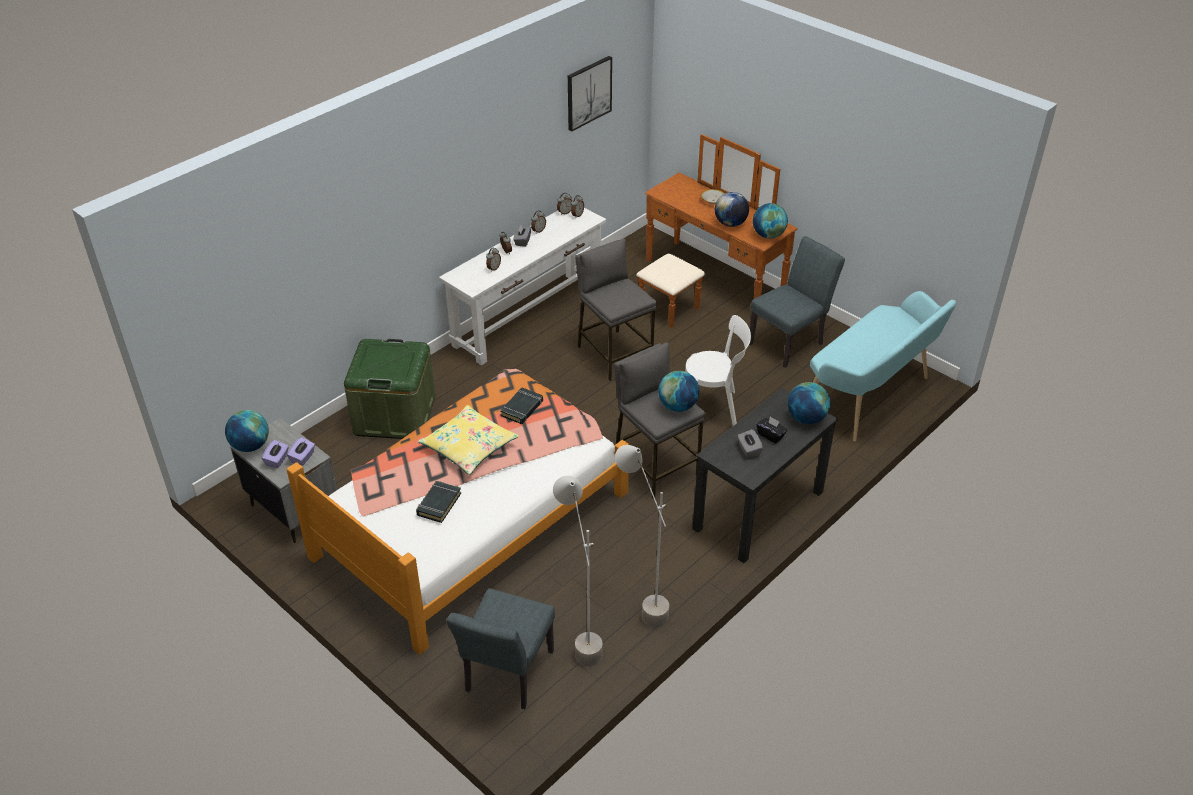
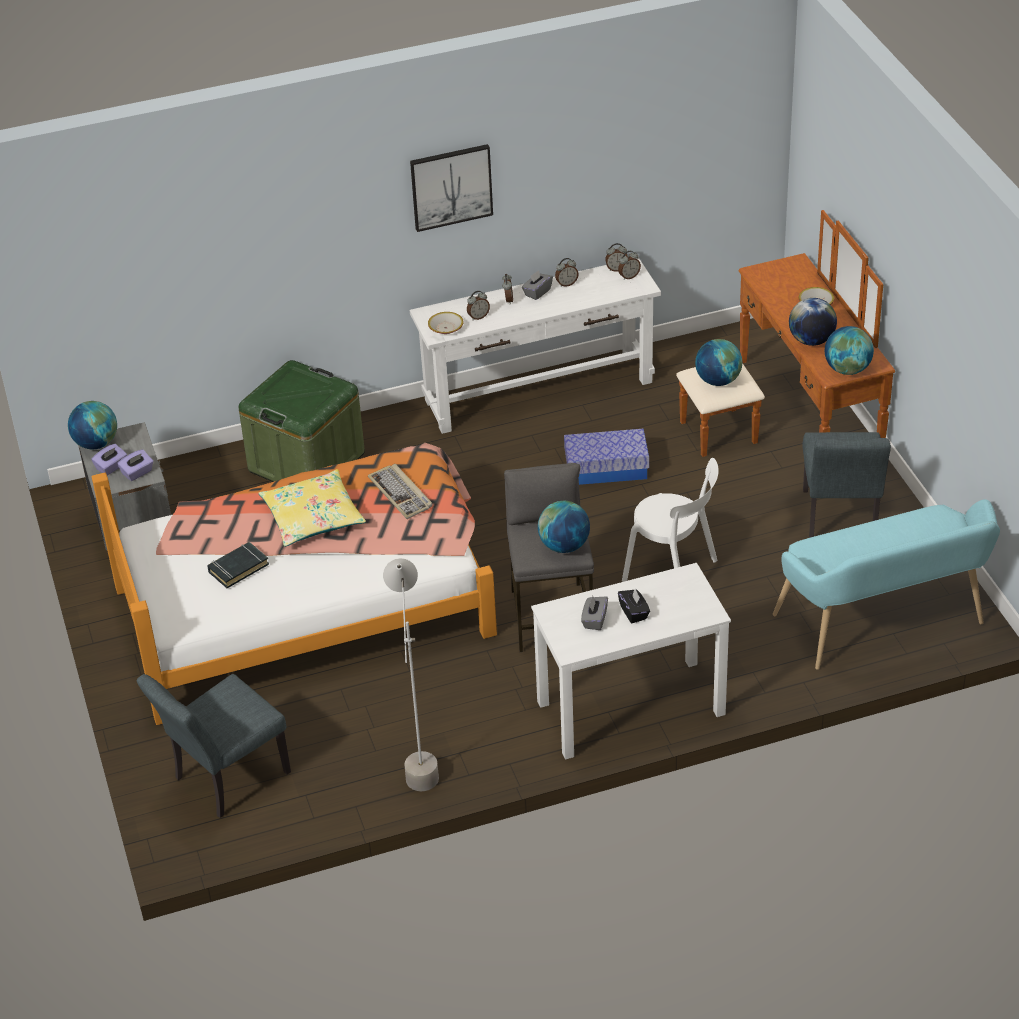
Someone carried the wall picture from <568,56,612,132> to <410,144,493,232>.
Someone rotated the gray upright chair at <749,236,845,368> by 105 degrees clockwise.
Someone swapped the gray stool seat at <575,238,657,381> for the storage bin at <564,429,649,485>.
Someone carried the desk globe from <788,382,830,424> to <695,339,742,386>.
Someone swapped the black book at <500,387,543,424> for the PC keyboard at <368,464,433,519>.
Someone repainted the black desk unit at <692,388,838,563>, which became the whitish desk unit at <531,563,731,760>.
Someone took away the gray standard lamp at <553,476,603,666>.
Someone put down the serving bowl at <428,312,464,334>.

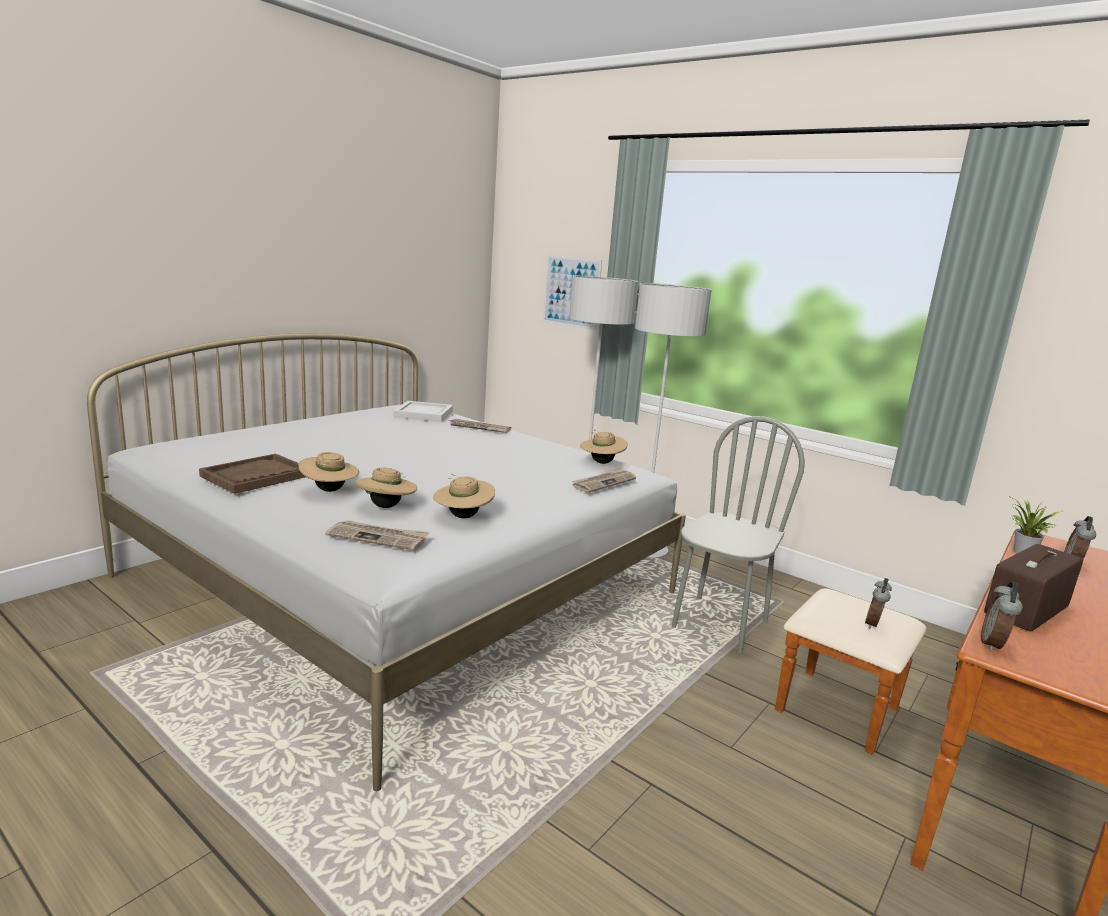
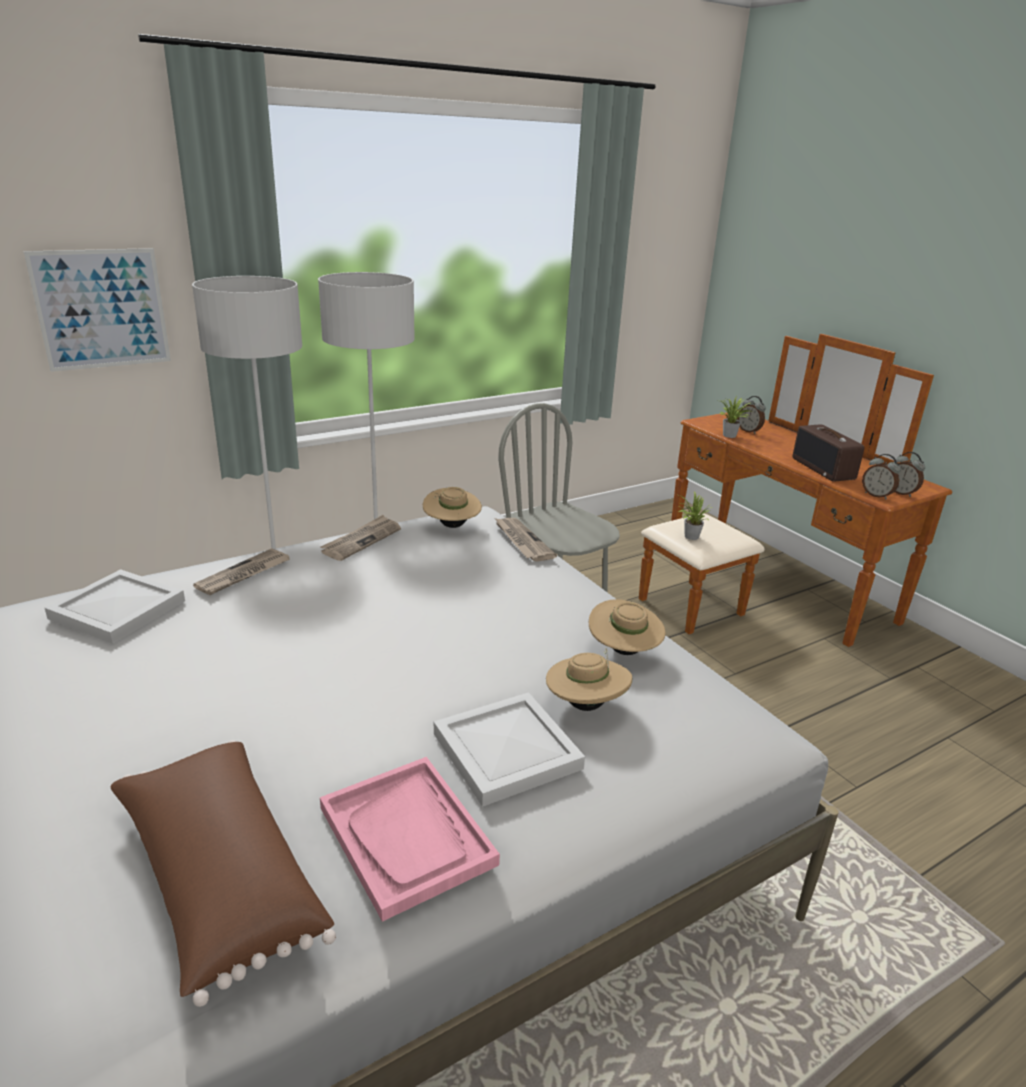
Someone swapped the beige wearable hat at <298,452,359,492> for the whitish carrying tray at <434,692,585,807>.
Someone repainted the brownish carrying tray at <199,454,305,494>, which became the pink-coloured carrying tray at <320,757,500,922>.
Someone carried the daily paper from <325,520,430,551> to <321,515,401,561>.
Someone carried the bedside clock from <865,578,892,629> to <894,452,925,497>.
Someone put down the potted plant at <678,491,712,540>.
Someone put down the brownish pillow at <111,740,336,1007>.

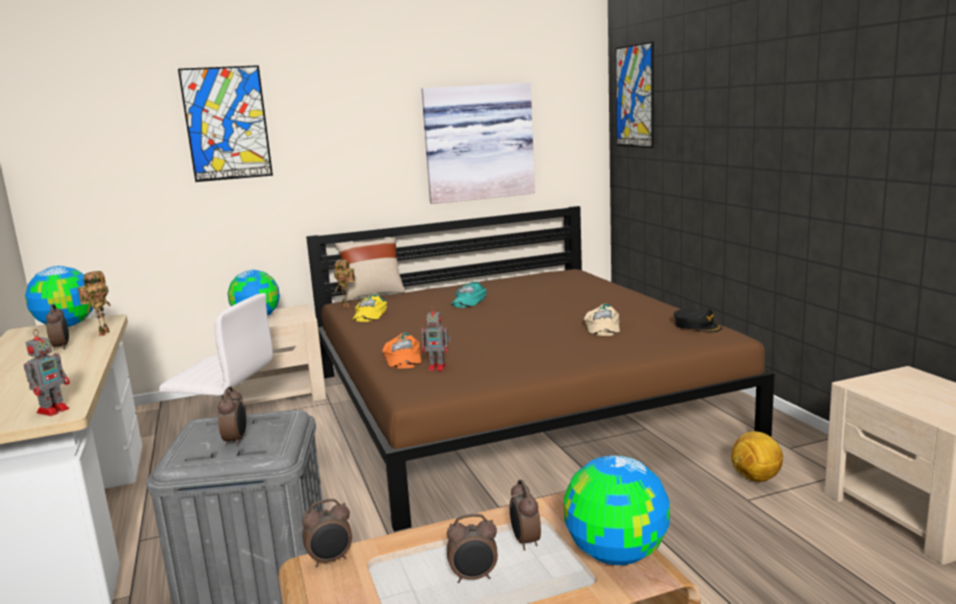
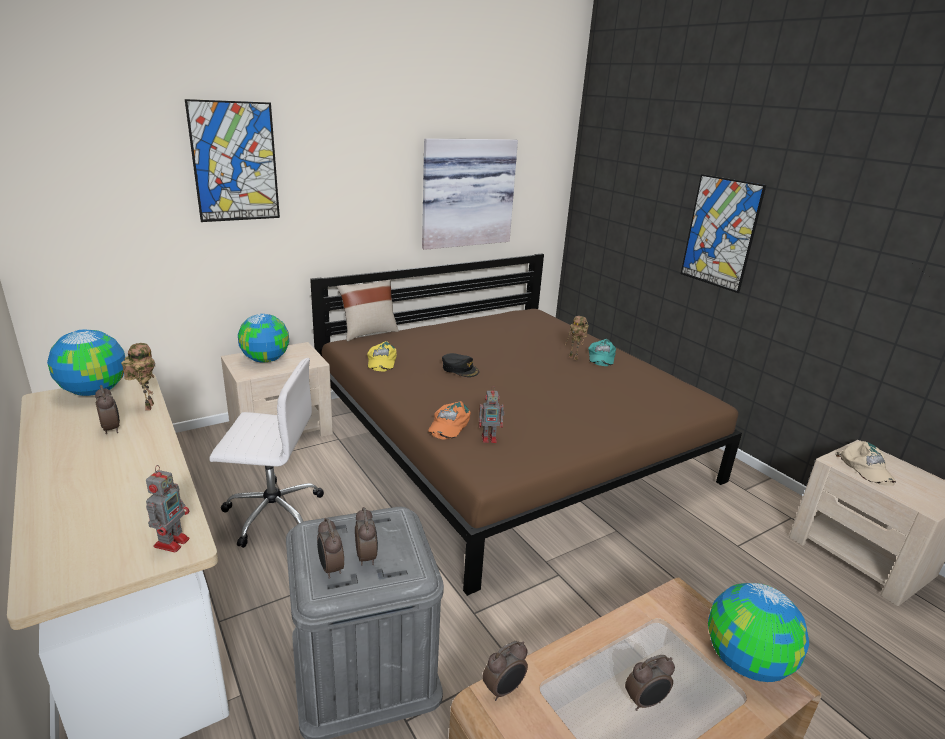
Someone carried the wall picture from <615,42,654,148> to <681,174,766,293>.
Someone carried the robot figure from <334,260,355,308> to <565,316,589,360>.
Someone carried the turquoise-coloured baseball cap from <451,281,487,308> to <588,339,616,366>.
Someone carried the beige baseball cap from <584,304,620,336> to <835,441,896,486>.
Someone carried the black baseball cap from <674,309,722,332> to <442,353,479,377>.
Someone rotated the orange-coloured baseball cap at <382,332,421,369> by 45 degrees clockwise.
Someone took away the football at <731,431,783,482>.
Someone carried the bedside clock from <510,479,541,551> to <317,518,344,579>.

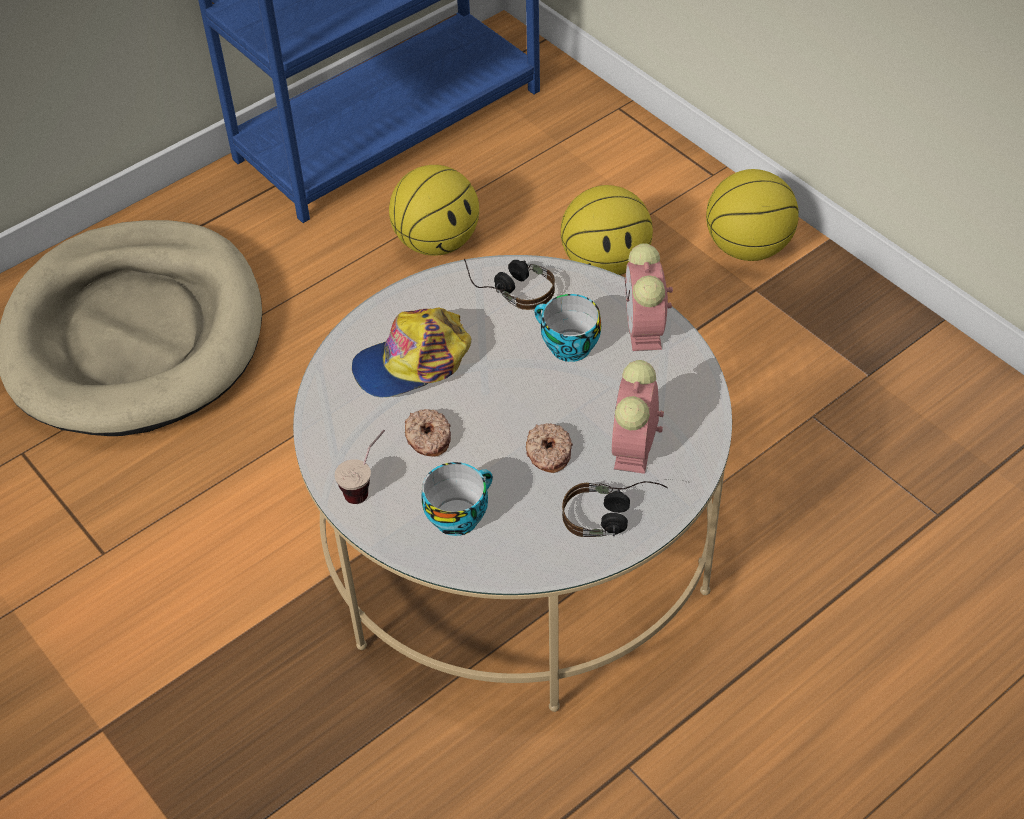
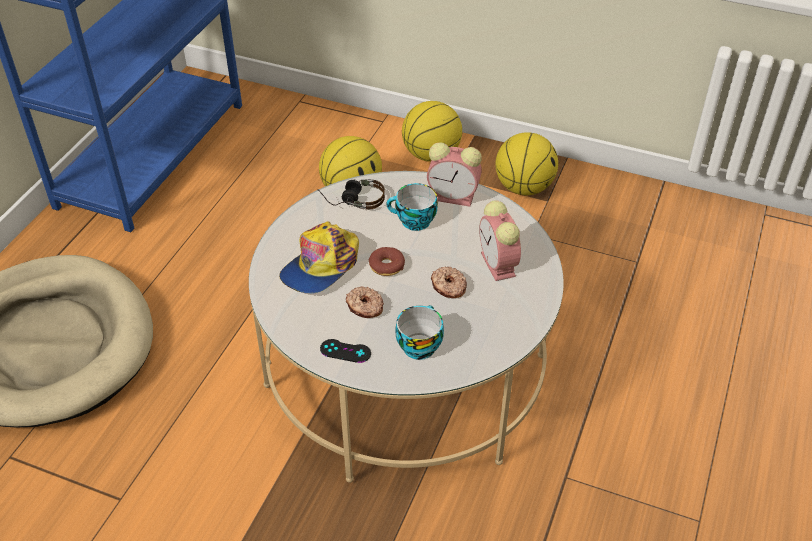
Someone carried the basketball ball from <389,165,479,256> to <495,132,558,195>.
Someone rotated the bedside clock at <625,243,673,351> by 45 degrees counterclockwise.
Someone swapped the drinking cup at <335,430,385,504> for the black gamepad at <320,339,371,363>.
Someone took away the headset at <562,481,668,537>.
Someone put down the ring doughnut at <369,247,405,276>.

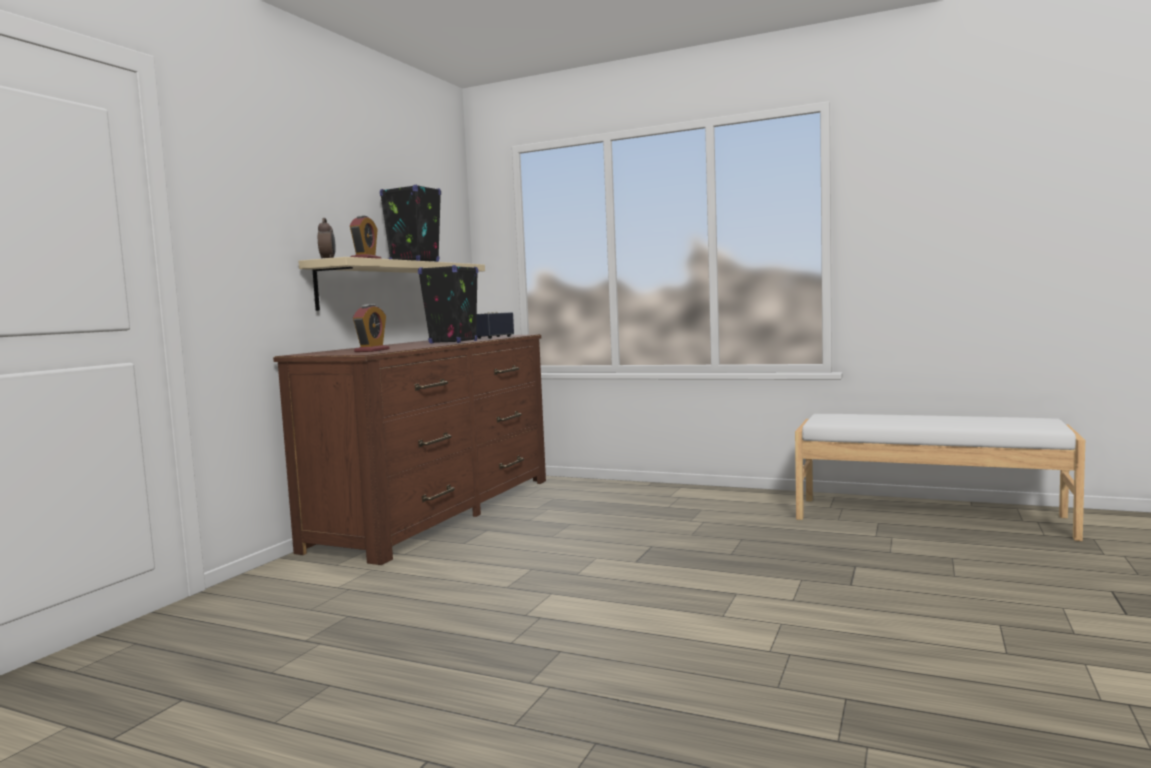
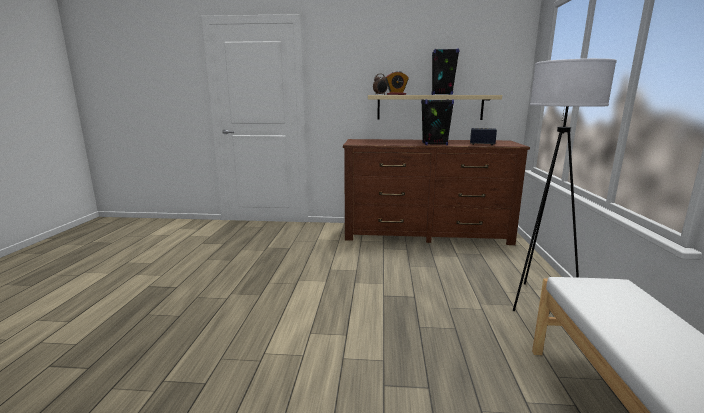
Someone took away the bedside clock at <353,304,389,352>.
Someone put down the whitish standard lamp at <513,58,617,311>.

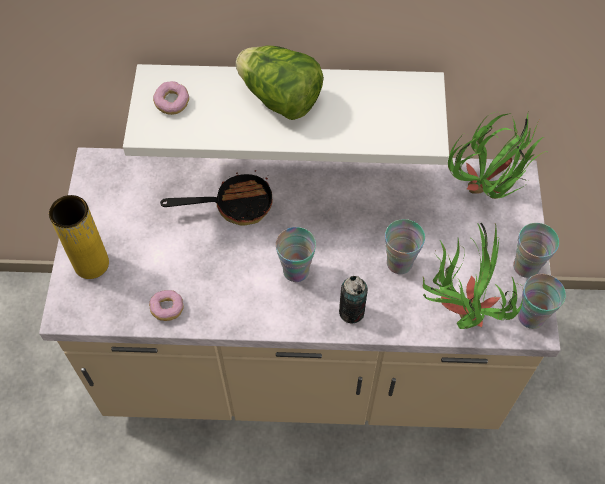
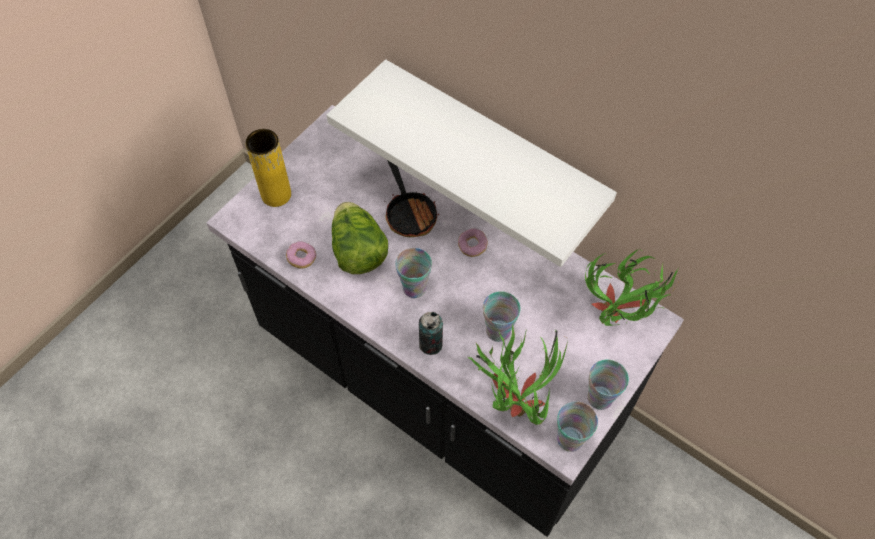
Someone carried the lettuce head from <236,46,324,120> to <332,202,388,274>.
Someone carried the ring doughnut from <153,81,189,115> to <458,228,488,257>.
Someone repainted the beige counter at <39,147,561,429>, which became the black counter at <207,105,684,537>.
Someone rotated the frying pan at <160,170,273,226> by 45 degrees clockwise.

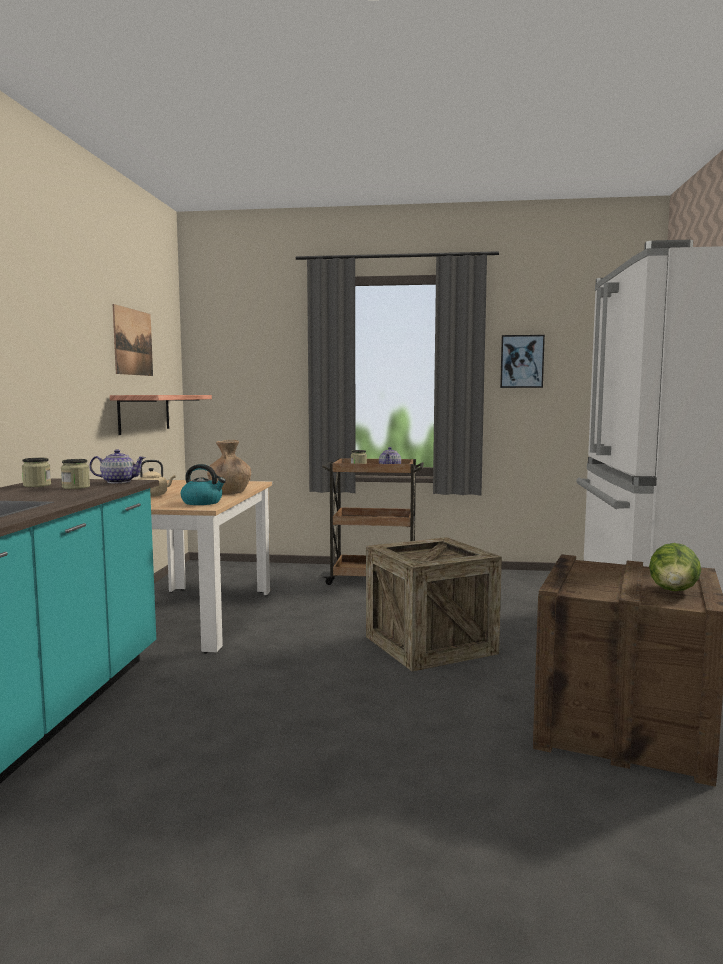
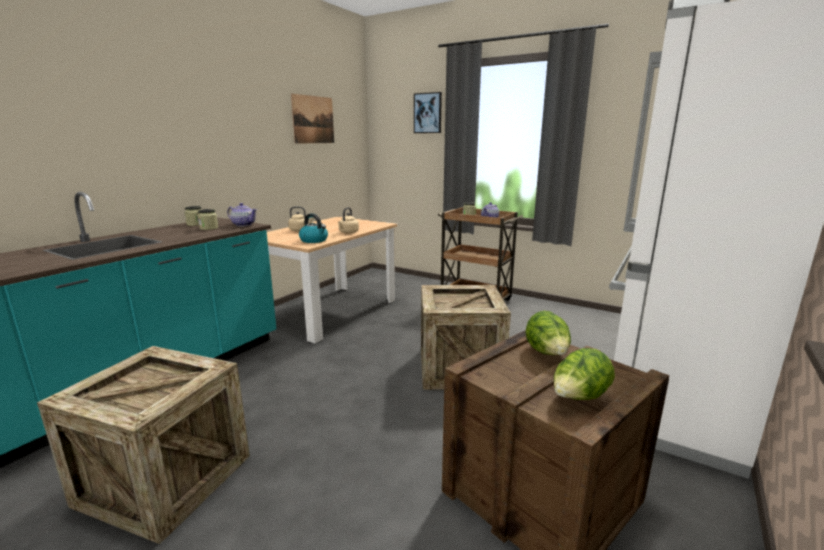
Someone carried the wall picture from <500,335,545,388> to <414,92,442,133>.
Someone took away the shelf at <110,395,212,435>.
Someone swapped the brownish decorative vase at <207,440,251,495> for the beige tea kettle at <338,207,359,234>.
Someone put down the lettuce head at <526,311,571,355>.
Someone put down the crate at <37,346,250,544>.

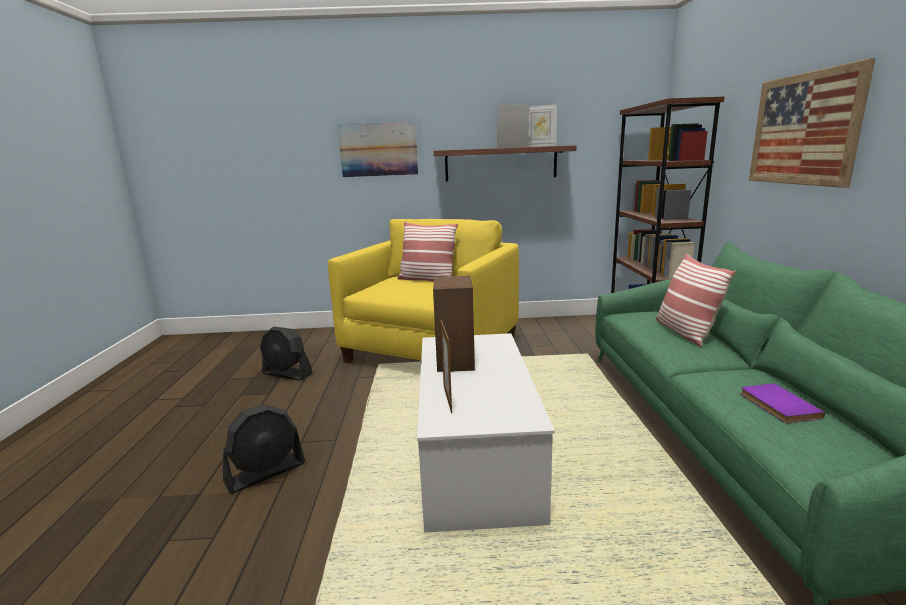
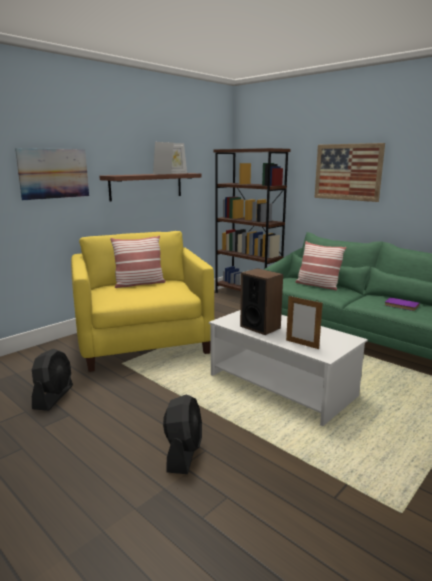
Someone rotated the black cooling fan at <260,326,313,381> by 60 degrees counterclockwise.

